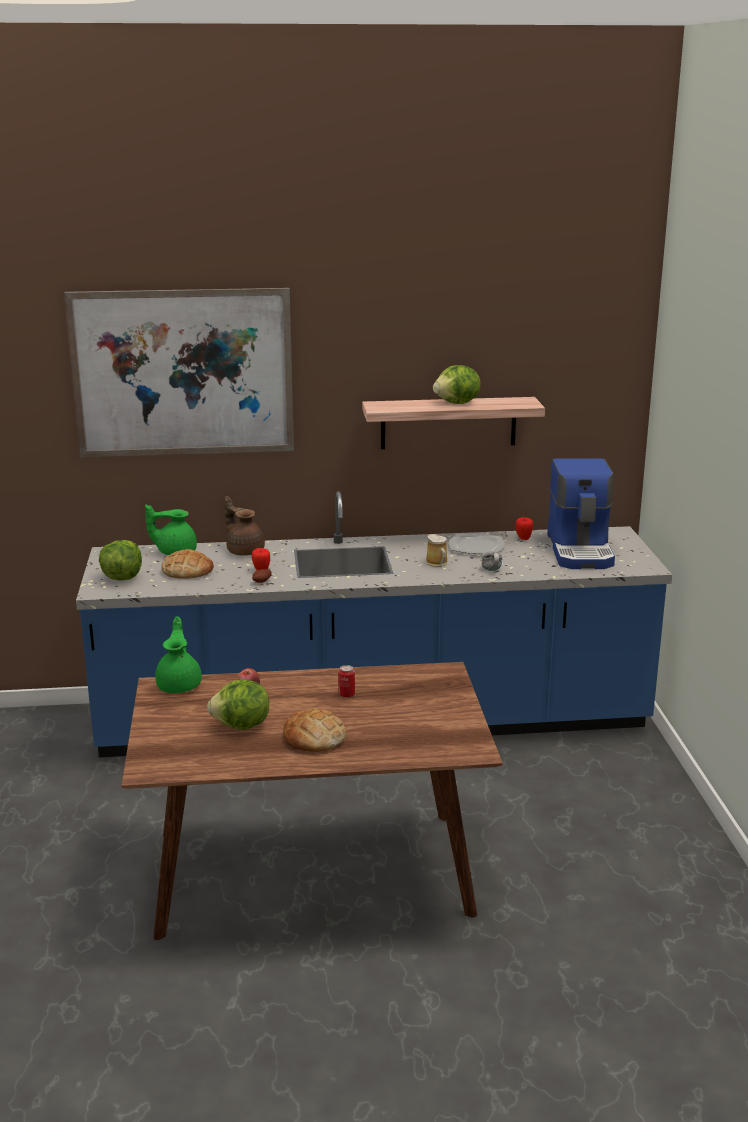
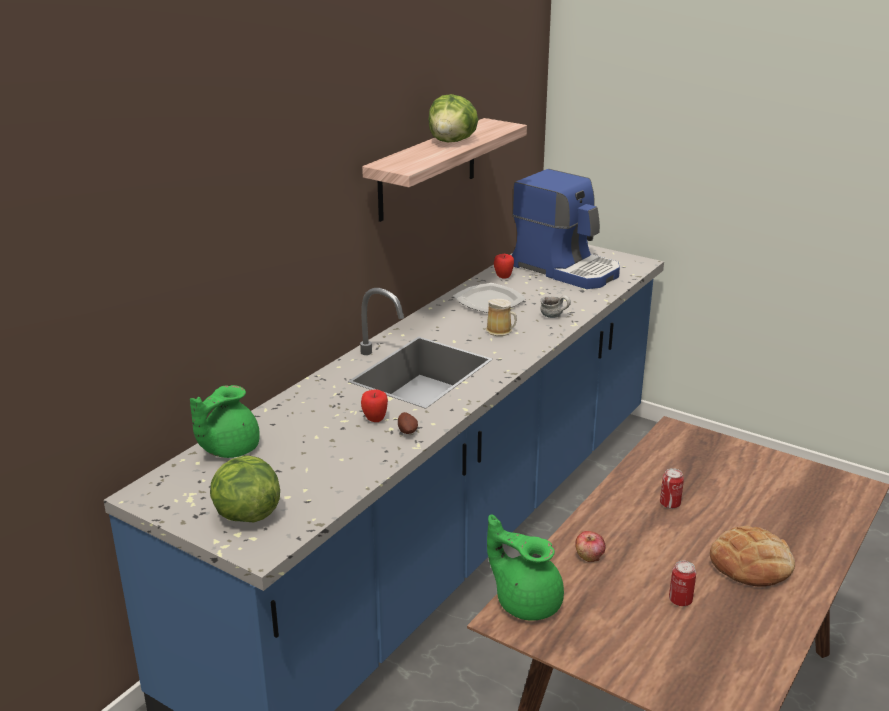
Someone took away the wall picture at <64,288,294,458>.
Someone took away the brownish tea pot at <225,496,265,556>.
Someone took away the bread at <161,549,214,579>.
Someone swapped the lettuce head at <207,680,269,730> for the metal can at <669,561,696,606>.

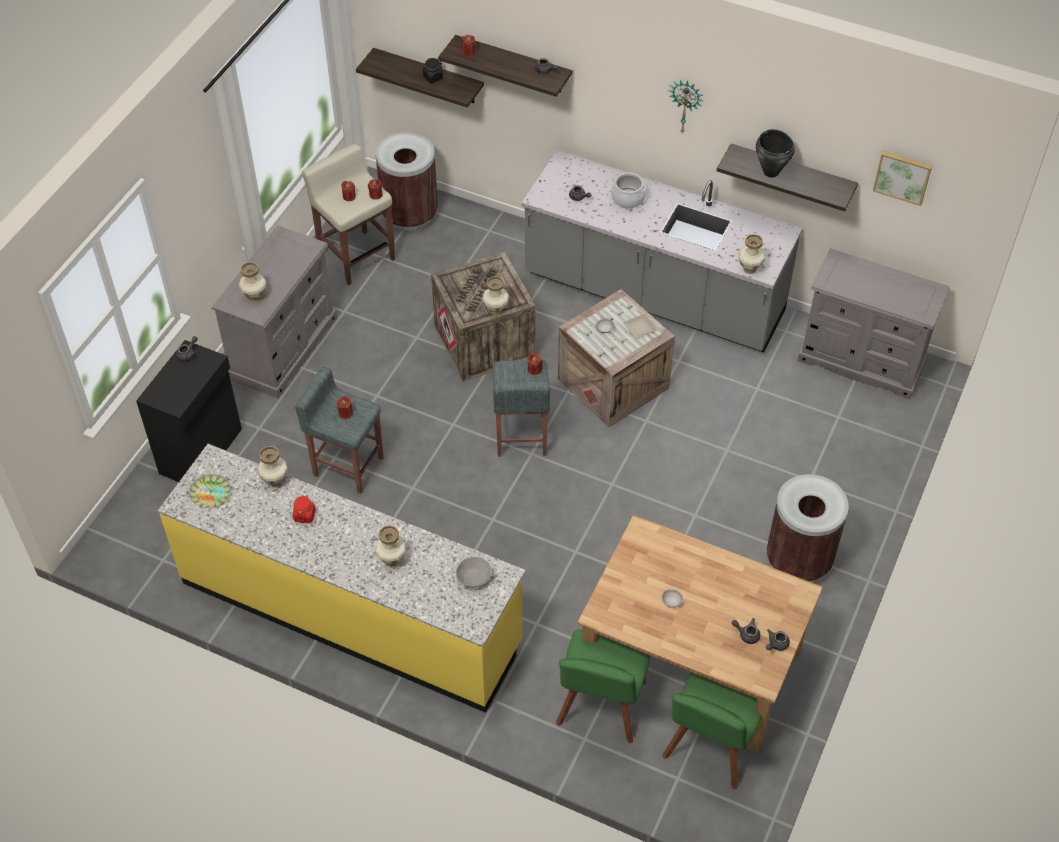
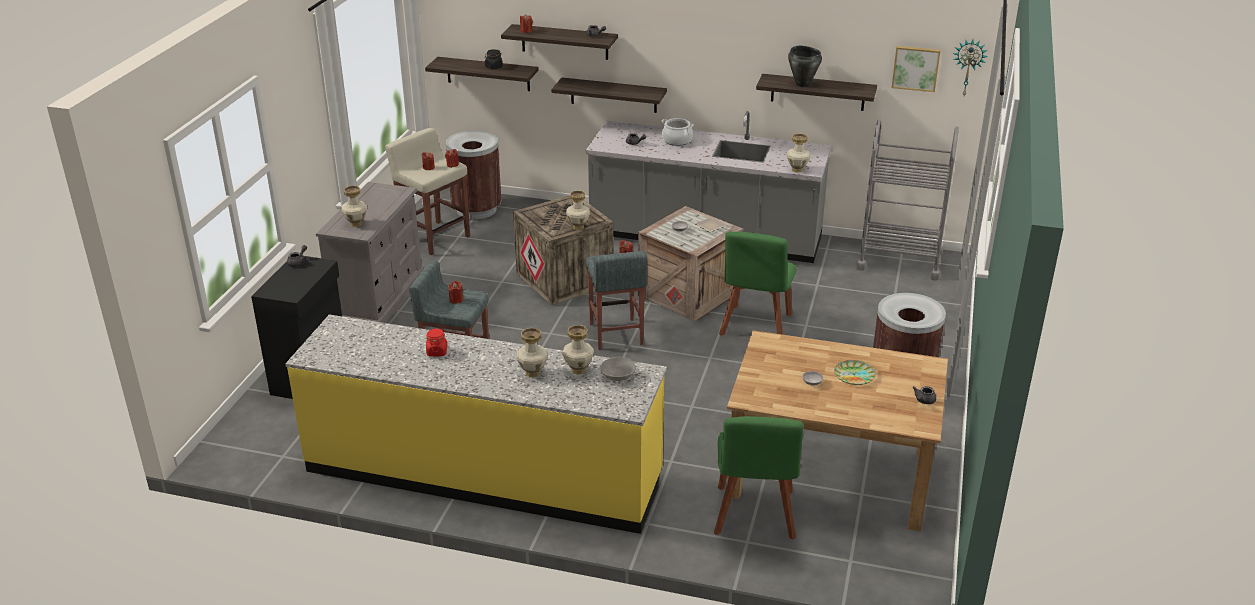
Someone carried the hanging clock from <668,80,703,133> to <953,39,988,96>.
Someone swapped the gray chest of drawers at <797,248,950,400> for the gray cart at <856,118,959,280>.
Someone carried the decorative vase from <257,446,288,487> to <562,325,594,375>.
Someone carried the flat dish from <189,474,230,508> to <834,360,876,385>.
Someone took away the gray tea pot at <732,618,760,644>.
Someone carried the greenish upright chair from <662,672,762,789> to <719,232,797,336>.
Someone put up the shelf at <552,77,667,113>.

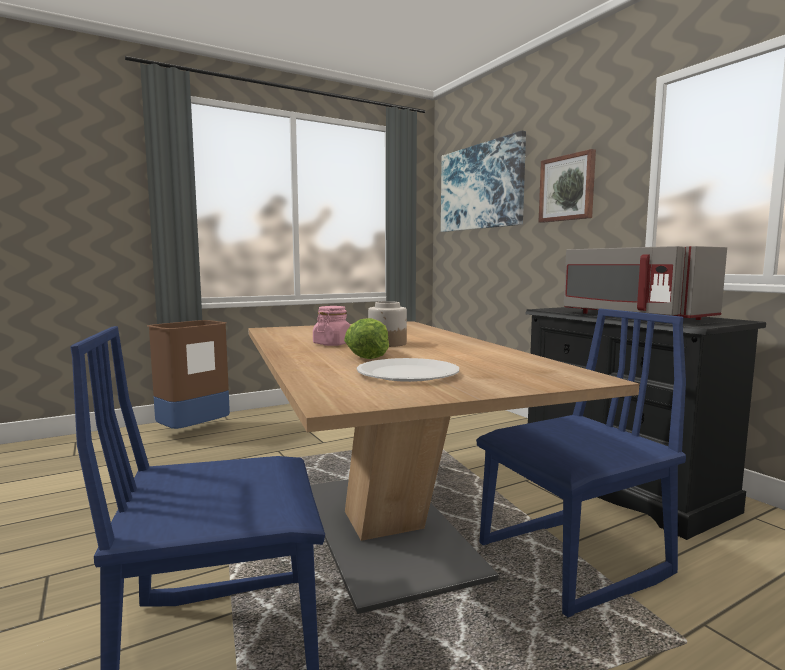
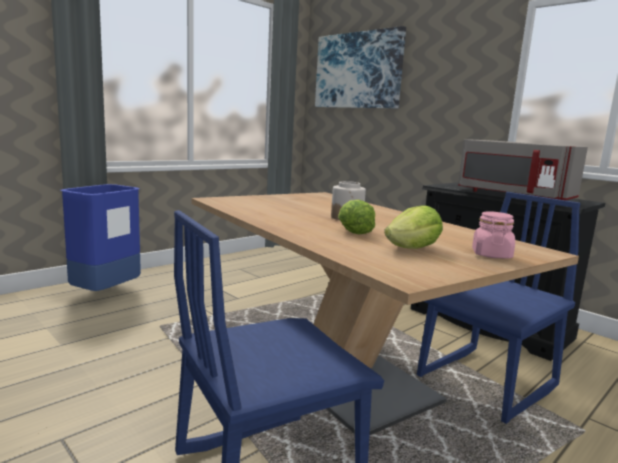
Someone took away the wall picture at <539,149,596,223>.
Someone carried the pink-coloured jar from <313,306,350,346> to <472,211,515,259>.
Someone repainted the brownish waste bin at <147,320,230,429>, which became the blue-coloured waste bin at <61,184,141,291>.
Someone swapped the whitish flat dish at <357,358,459,382> for the lettuce head at <384,205,443,249>.

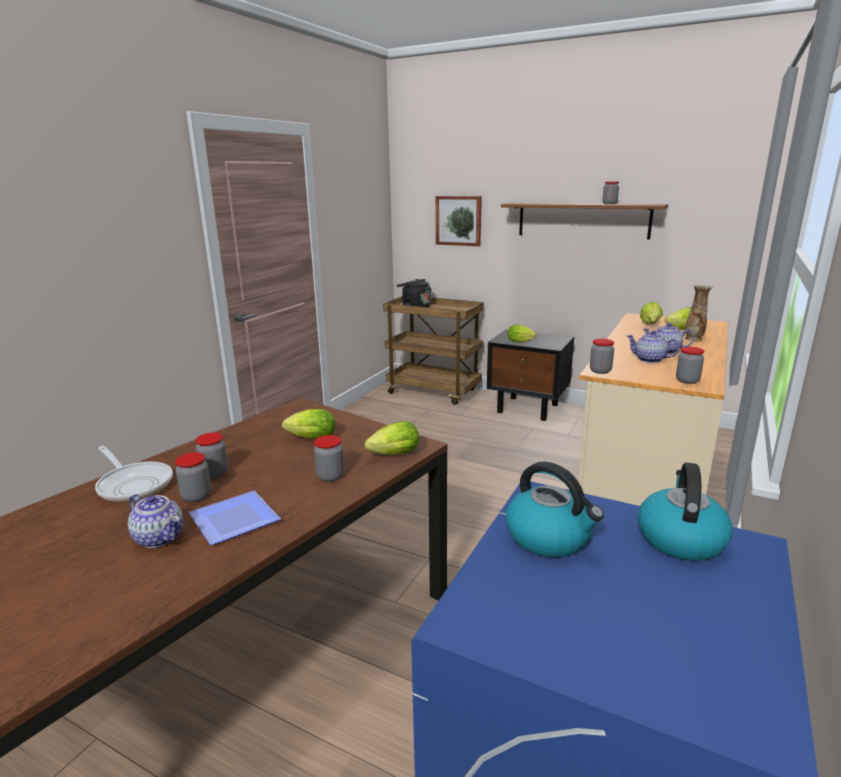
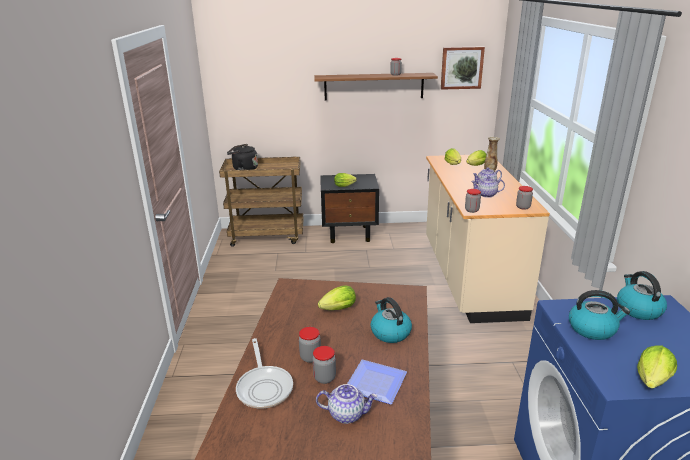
Someone carried the wall picture from <436,196,482,246> to <441,46,485,90>.
Someone carried the lettuce head from <365,421,419,455> to <637,345,677,388>.
Someone swapped the jar at <314,435,344,482> for the tea kettle at <371,297,412,343>.
Someone rotated the frying pan at <95,446,173,502> by 60 degrees clockwise.

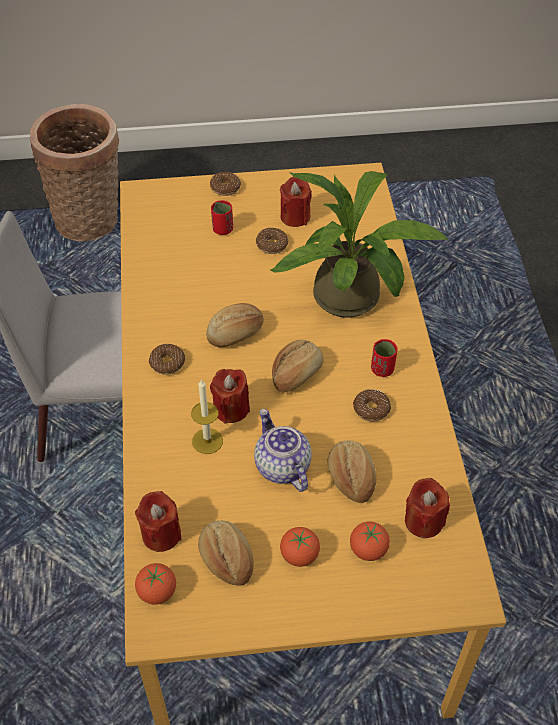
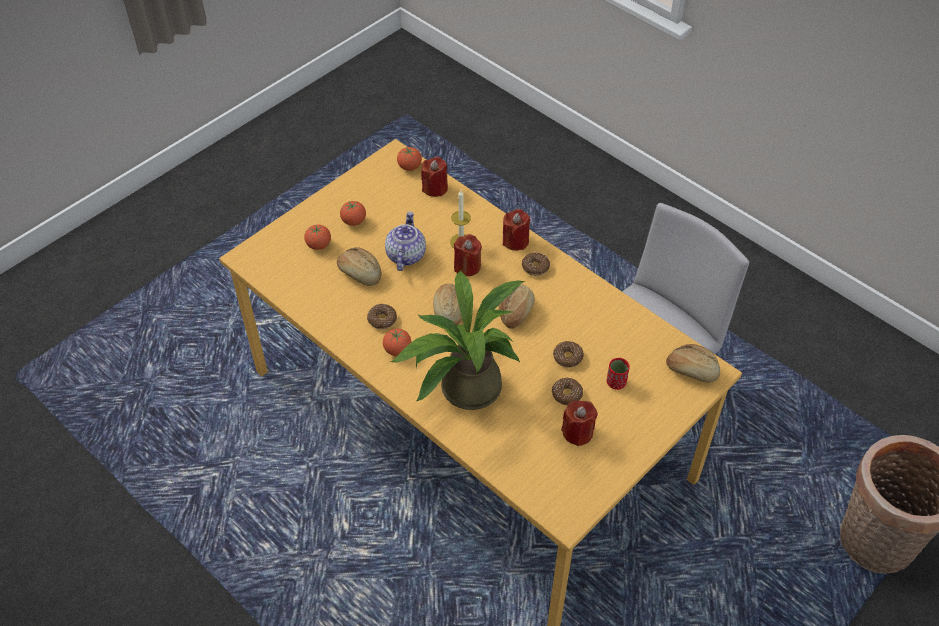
Someone carried the ring doughnut from <210,172,241,196> to <553,341,584,368>.
Someone swapped the red drinking cup at <371,339,397,377> for the whole tomato at <383,328,411,356>.
Someone rotated the tea pot at <254,409,312,492> by 105 degrees counterclockwise.
Someone carried the red wax light from <405,478,450,538> to <503,209,530,251>.
Someone carried the bread from <198,521,254,586> to <666,344,720,383>.

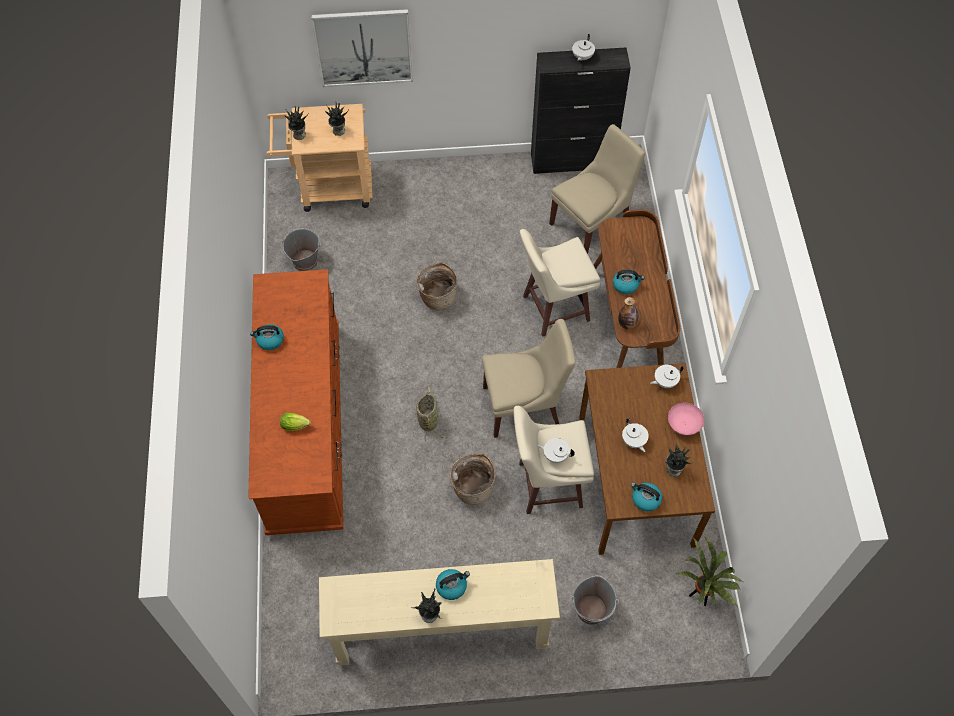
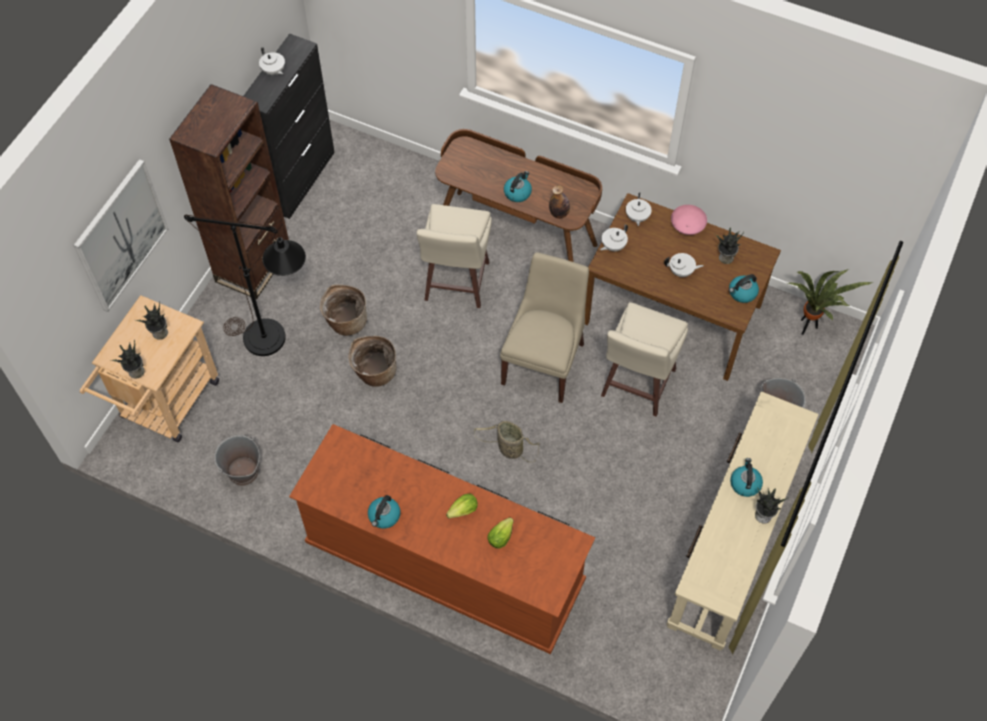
Someone took away the beige upright chair at <549,124,645,254>.
Someone carried the whitish tea pot from <537,438,575,463> to <600,224,628,251>.
Someone carried the storage basket from <450,453,495,505> to <320,284,367,336>.
Someone put down the brownish shelving unit at <169,84,289,299>.
Someone put down the black standard lamp at <184,215,306,356>.
Someone put down the lettuce head at <446,494,478,518>.

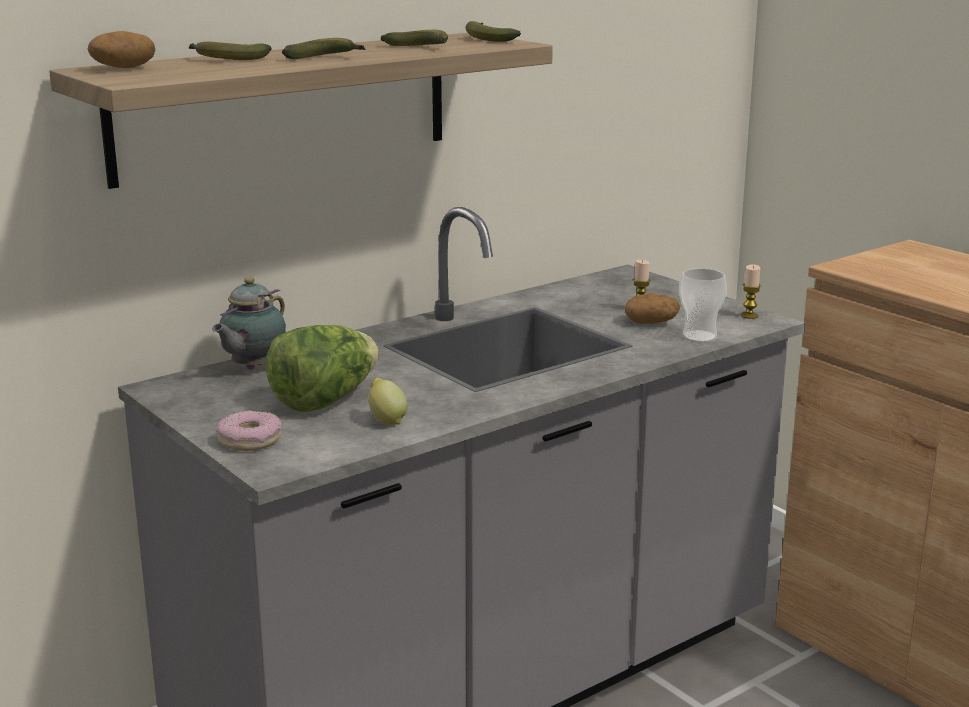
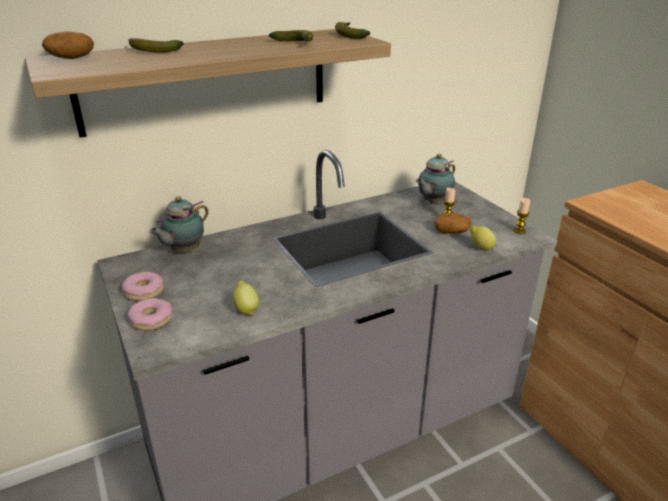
Someone took away the banana fruit at <282,38,366,59>.
Someone swapped the drinking cup at <679,268,727,343> for the citrus fruit at <470,226,496,251>.
Someone took away the lettuce head at <265,325,379,412>.
Someone put down the tea pot at <416,154,455,203>.
Someone put down the ring doughnut at <122,272,164,301>.

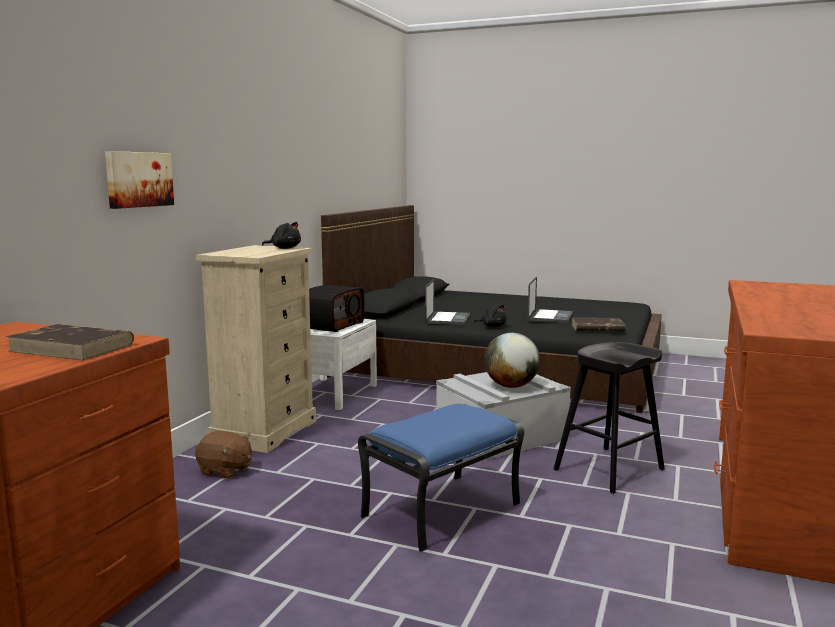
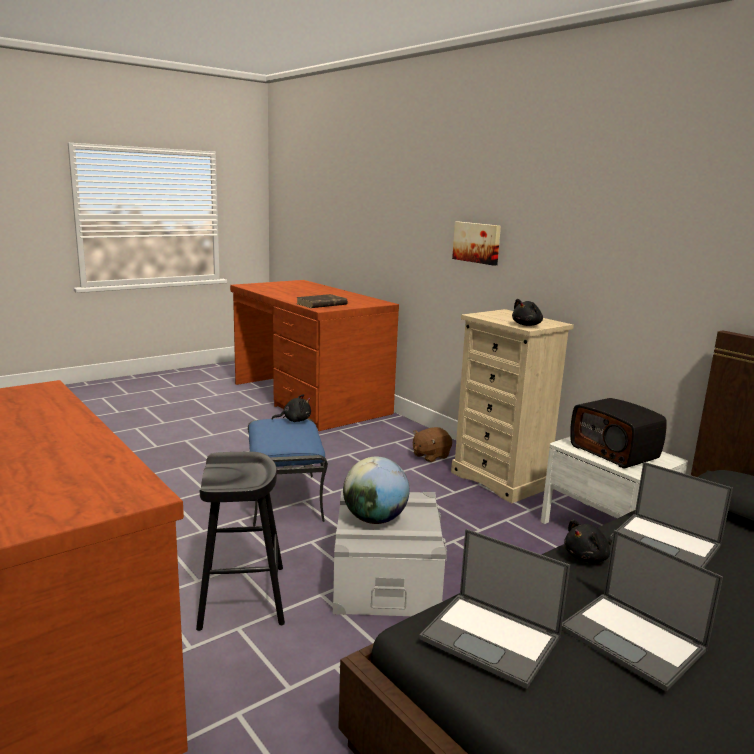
Someone swapped the brownish book at <571,317,626,332> for the notebook computer at <419,529,570,689>.
Someone put down the black plush toy at <272,394,311,422>.

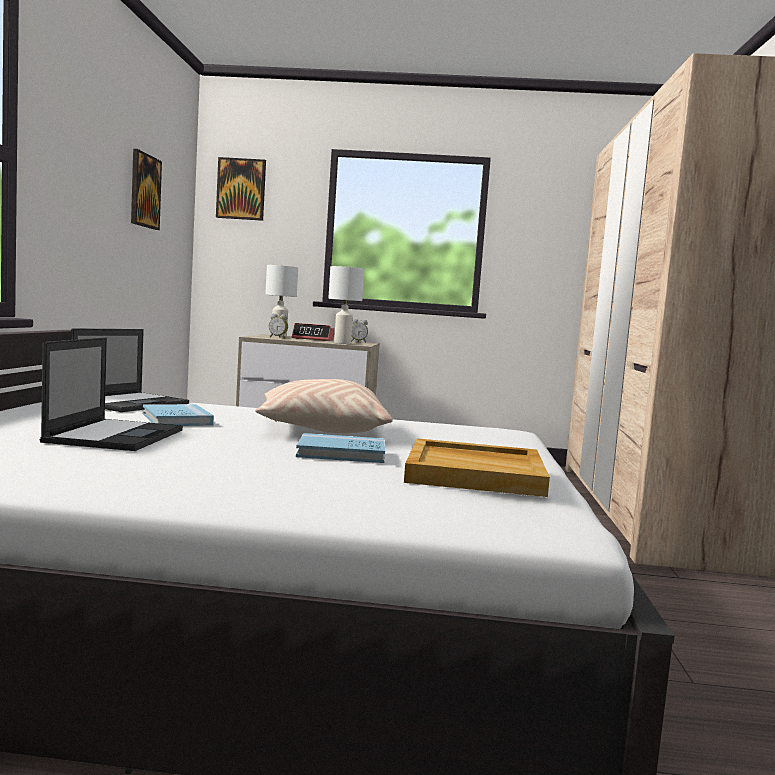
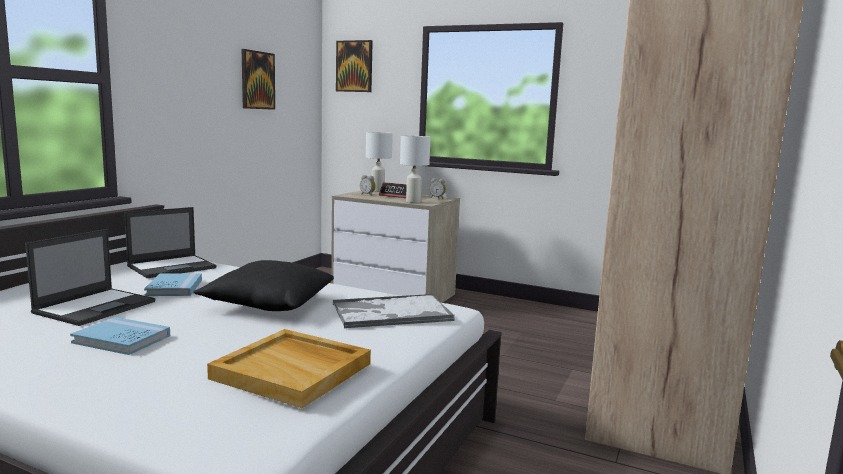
Someone repainted the beige pillow at <255,379,393,433>, which became the black pillow at <193,260,334,311>.
Someone carried the blue-coloured book from <296,433,385,463> to <70,317,170,355>.
Someone put down the carrying tray at <333,294,455,328>.

